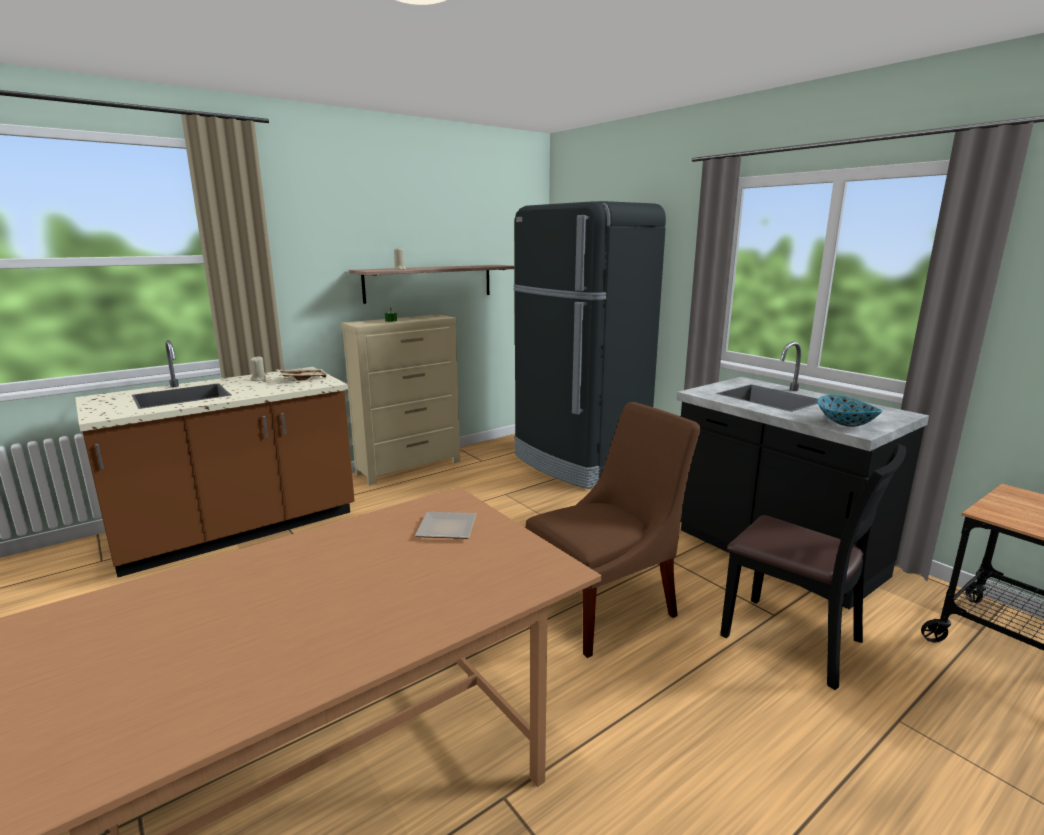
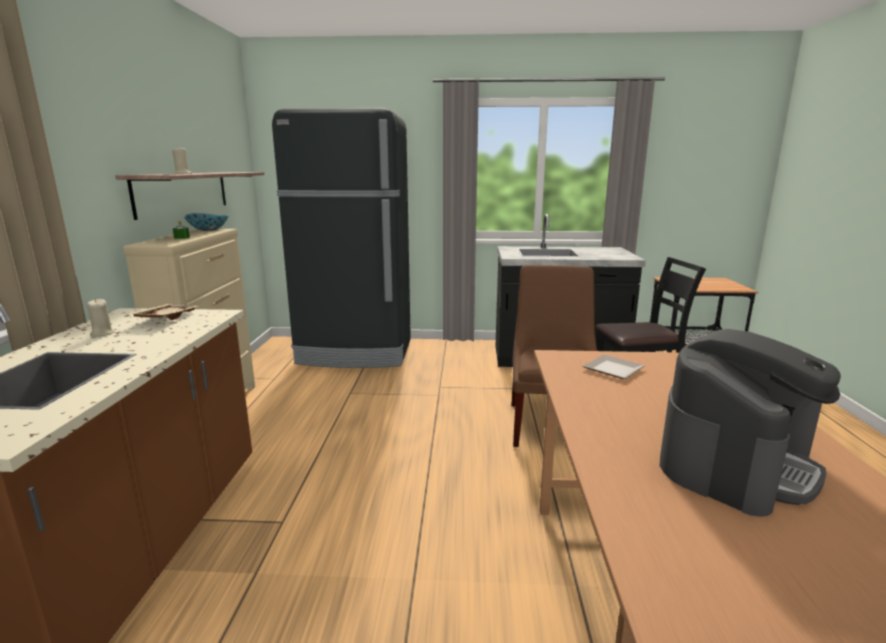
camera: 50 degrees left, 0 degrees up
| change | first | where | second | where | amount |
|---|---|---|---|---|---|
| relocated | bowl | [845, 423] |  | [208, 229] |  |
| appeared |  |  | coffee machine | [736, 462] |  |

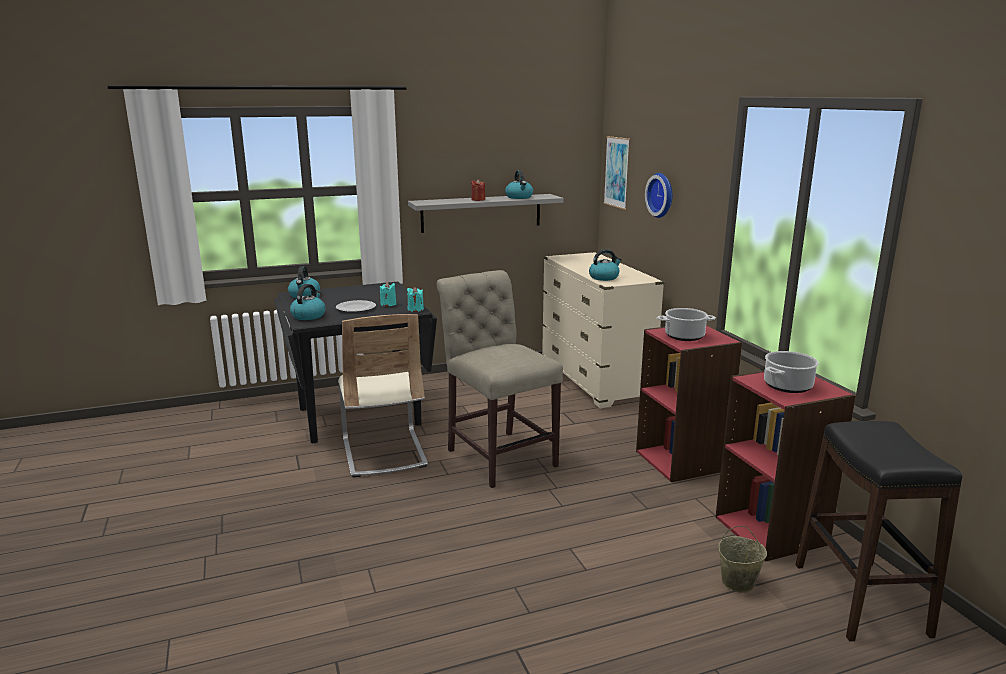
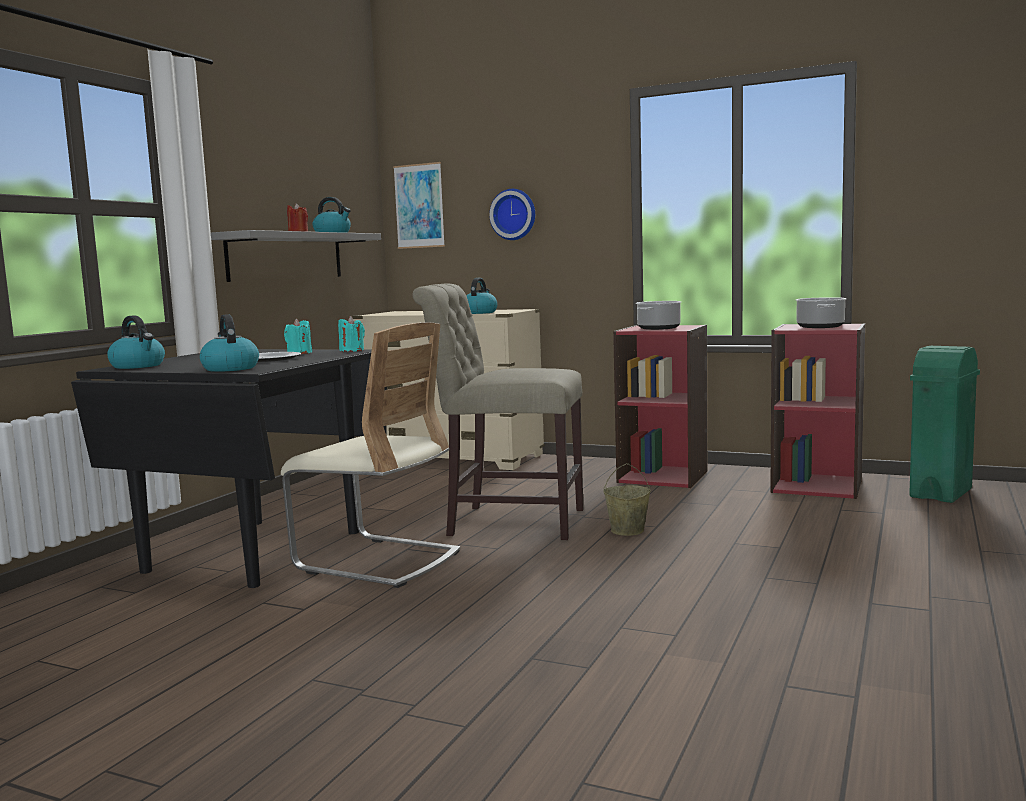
camera: 45 degrees left, 10 degrees down
| change | first | where | second | where | amount |
|---|---|---|---|---|---|
| exchanged | black-coloured stool | [859, 598] | greenish waste bin | [940, 493] |  |
| relocated | sand-coloured bucket | [737, 582] |  | [627, 531] |  |

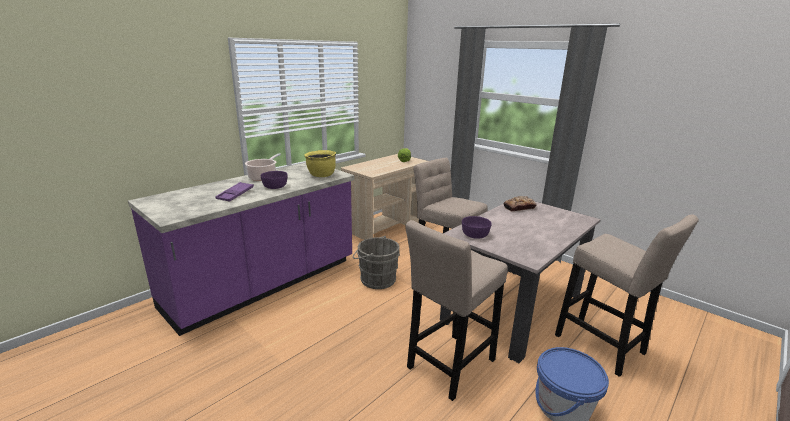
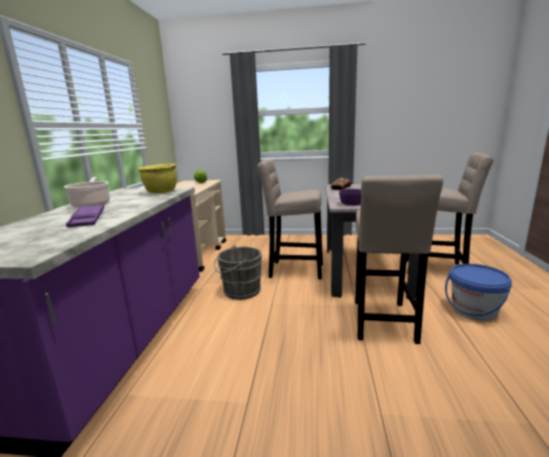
camera: 35 degrees left, 5 degrees down
| change | first | where | second | where | amount |
|---|---|---|---|---|---|
| missing | purple bowl | [275, 186] |  |  |  |

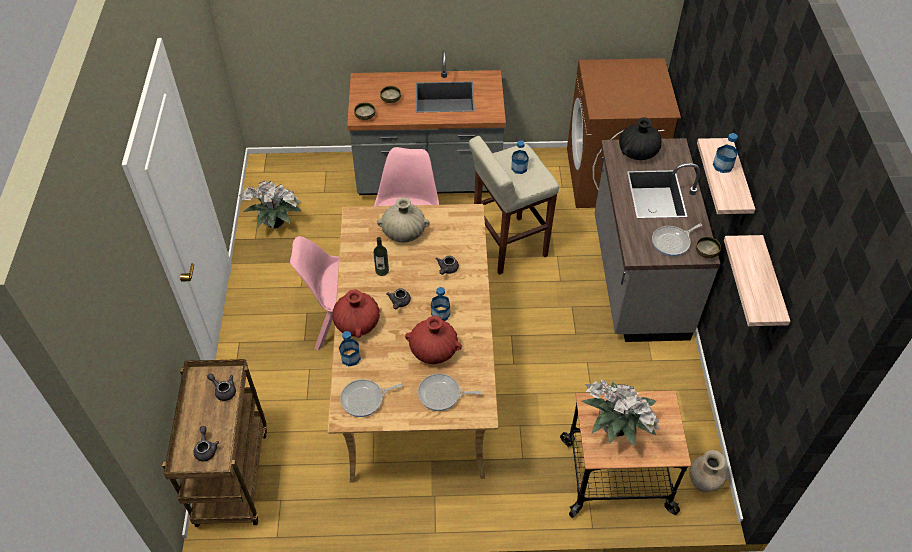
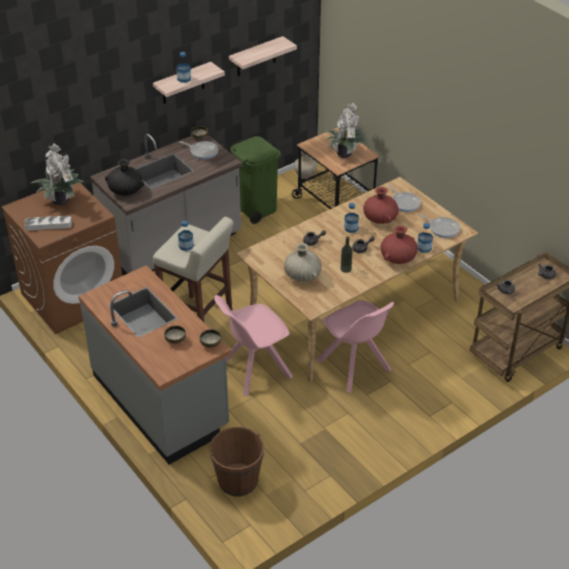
camera: 125 degrees left, 10 degrees down
| change | first | where | second | where | amount |
|---|---|---|---|---|---|
| relocated | plant in a pot | [277, 224] |  | [60, 200] |  |
| appeared |  |  | greenish waste bin | [255, 208] |  |
| appeared |  |  | gray tray | [48, 225] |  |
| appeared |  |  | brown-coloured bucket | [238, 481] |  |

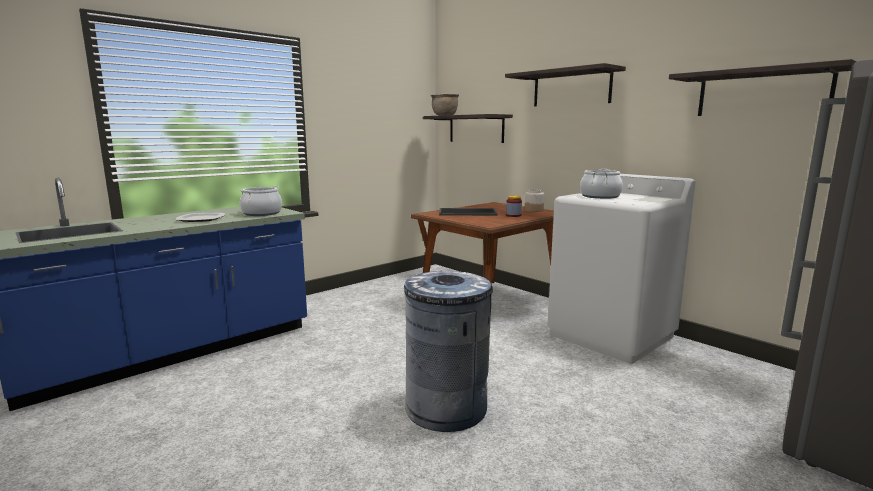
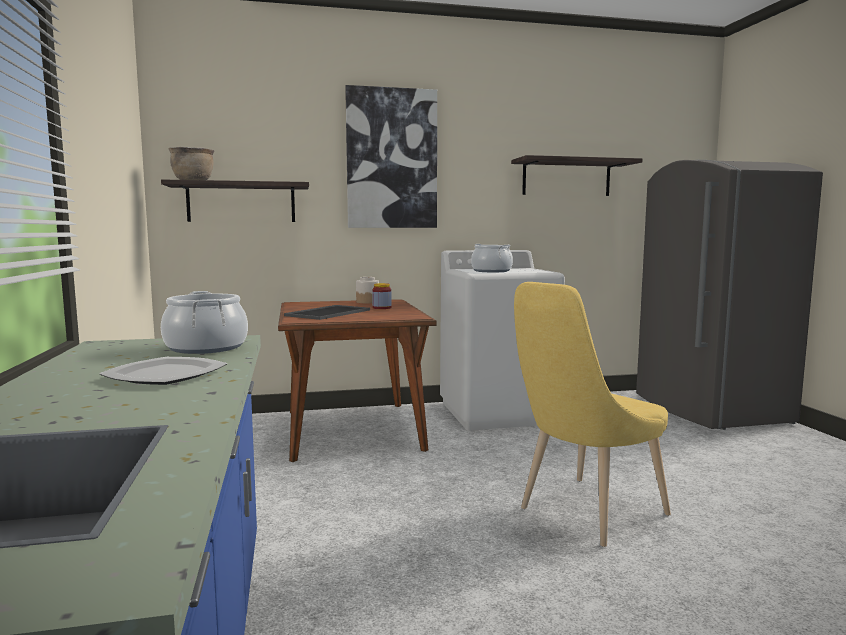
camera: 60 degrees left, 5 degrees down
| change | first | where | second | where | amount |
|---|---|---|---|---|---|
| exchanged | bracket shelf | [571, 88] | wall art | [391, 159] |  |
| exchanged | gray waste bin | [446, 408] | yellow-coloured chair | [585, 514] |  |

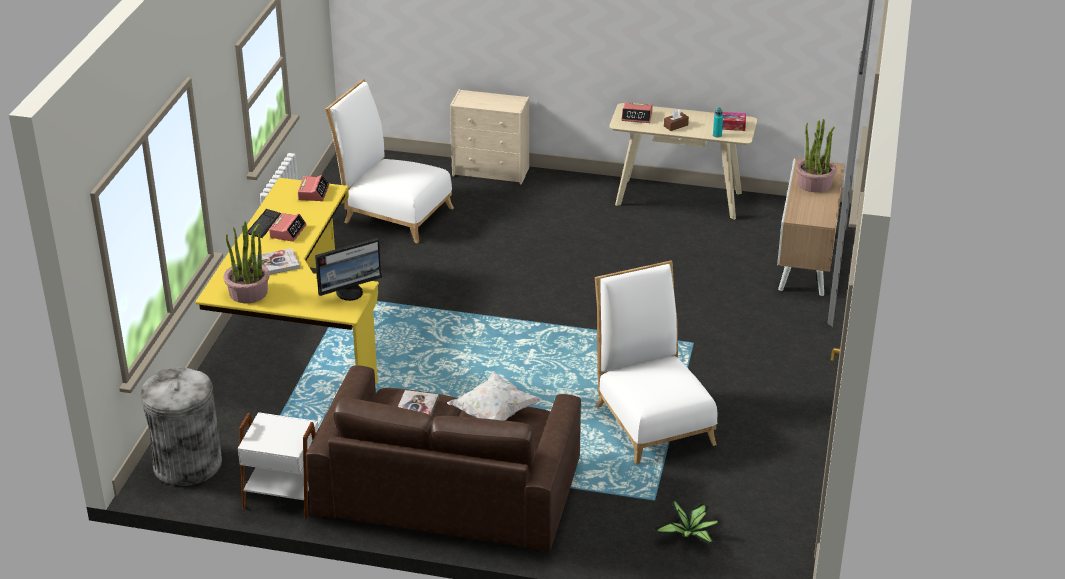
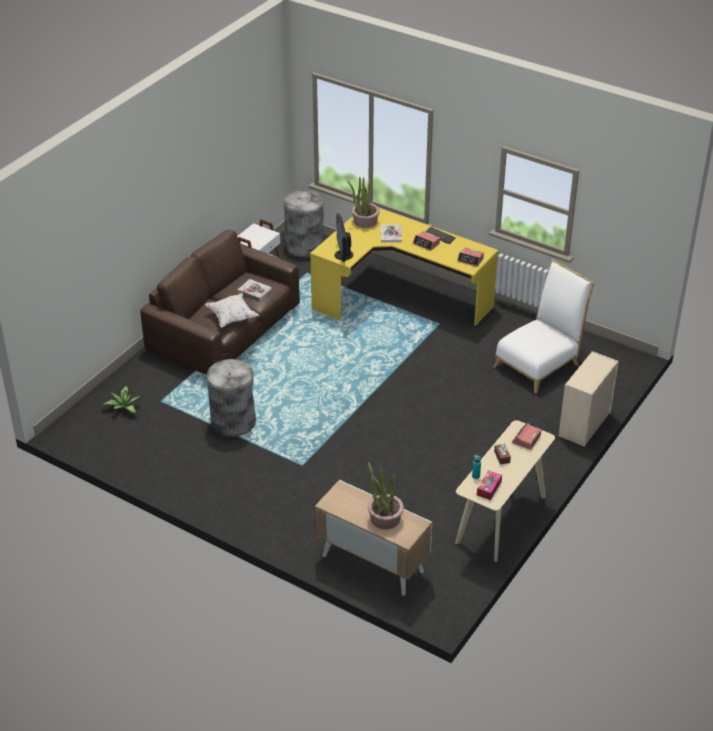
camera: 110 degrees right, 5 degrees up
| change | first | where | second | where | amount |
|---|---|---|---|---|---|
| exchanged | white-coloured chair | [651, 419] | gray waste bin | [233, 421] |  |

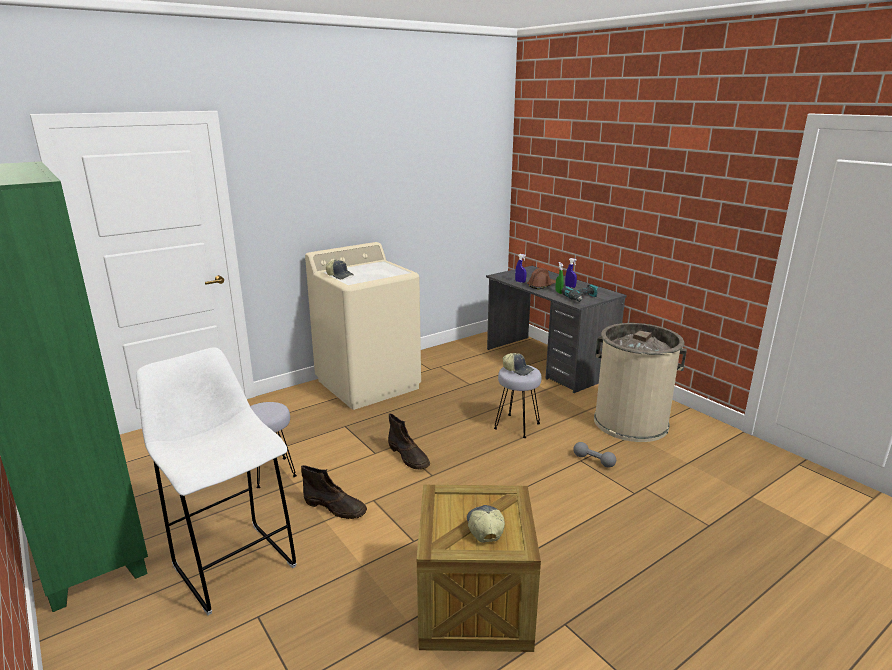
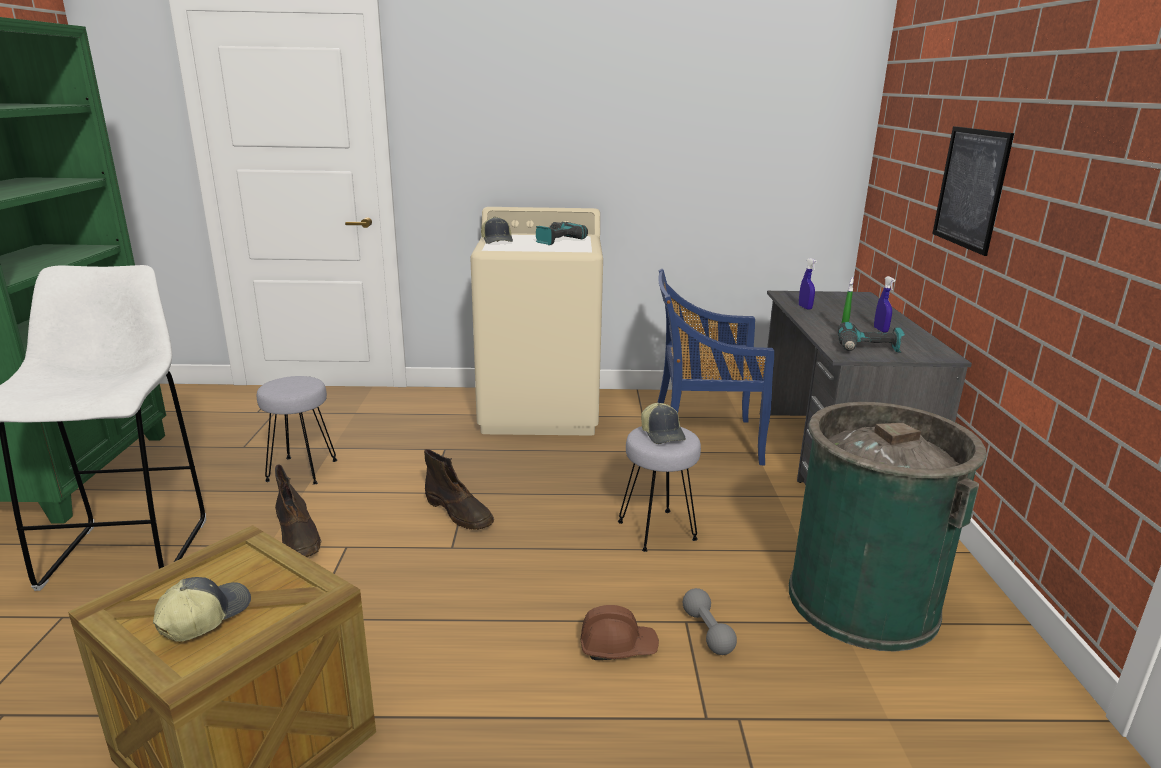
camera: 35 degrees right, 0 degrees up
| change | first | where | second | where | amount |
|---|---|---|---|---|---|
| relocated | brown-coloured hard hat | [541, 286] |  | [617, 646] |  |
| colour | sand-coloured waste bin | [630, 422] | greenish waste bin | [862, 600] |  |
| spun | brown-coloured tall boot | [409, 457] |  | [459, 513] | 45 degrees counterclockwise |
| appeared |  |  | wall art | [970, 188] |  |
| appeared |  |  | power drill | [556, 240] |  |
| appeared |  |  | blue chair | [702, 439] |  |

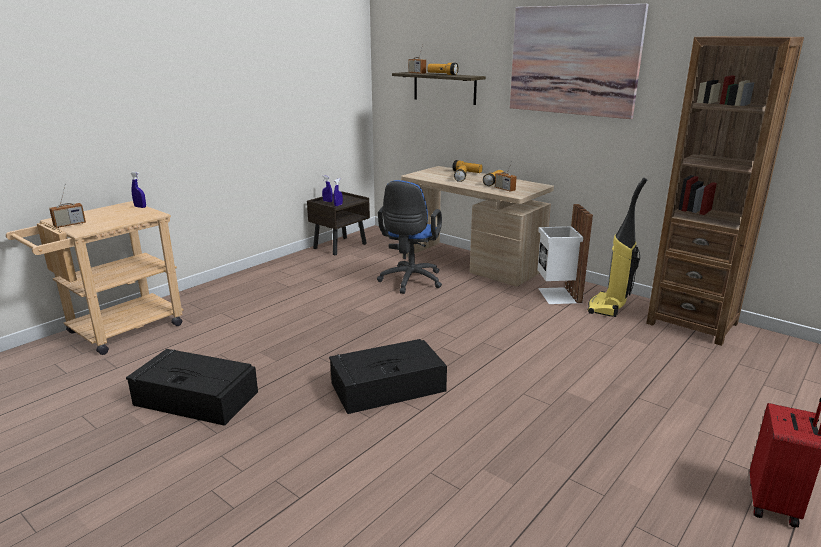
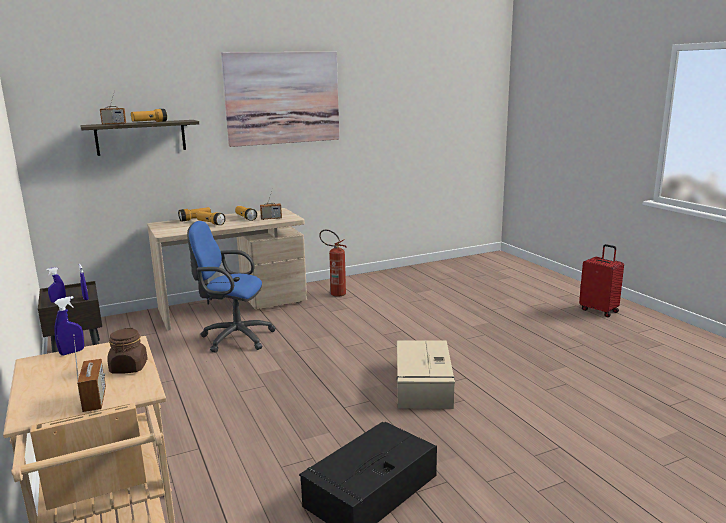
camera: 65 degrees left, 5 degrees down
| change | first | where | second | where | amount |
|---|---|---|---|---|---|
| missing | brown-coloured bookcase | [692, 323] |  |  |  |
| missing | vacuum cleaner | [608, 307] |  |  |  |
| spun | blue computer chair | [410, 282] |  | [233, 338] | 150 degrees clockwise |
| exchanged | white-coloured waste bin | [557, 295] | fire extinguisher | [334, 293] |  |
| colour | black-coloured storage box | [386, 387] | sand-coloured storage box | [423, 385] |  |
| appeared |  |  | brown-coloured preserve jar | [129, 368] |  |

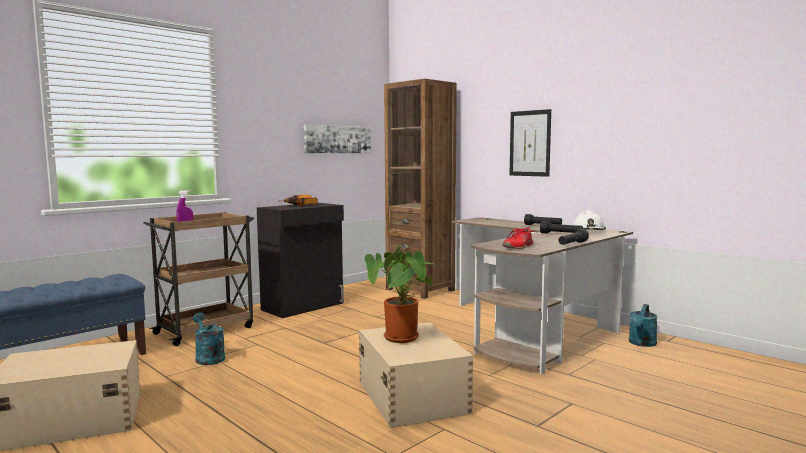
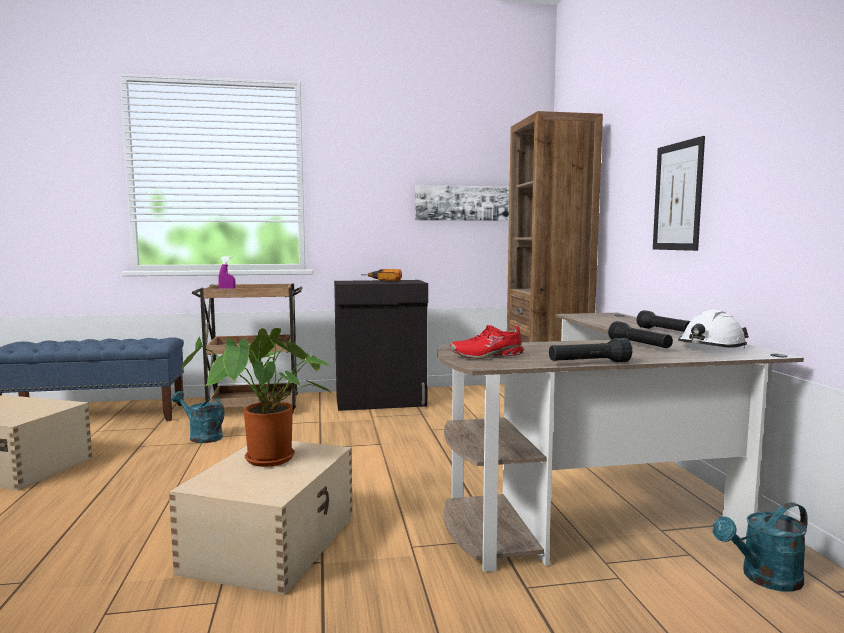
camera: 35 degrees right, 0 degrees up
| change | first | where | second | where | amount |
|---|---|---|---|---|---|
| spun | turquoise sprinkling can | [208, 357] |  | [201, 436] | 60 degrees counterclockwise |

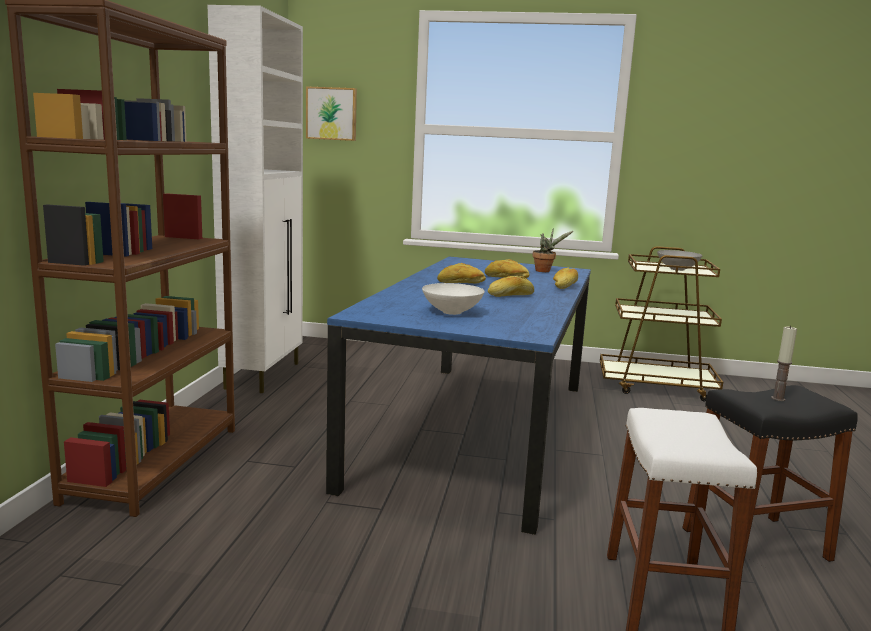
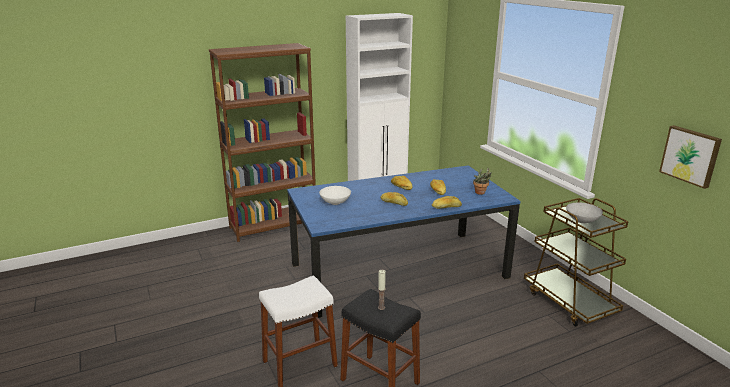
camera: 55 degrees right, 10 degrees up
| change | first | where | second | where | amount |
|---|---|---|---|---|---|
| relocated | wall art | [332, 114] |  | [690, 155] |  |

